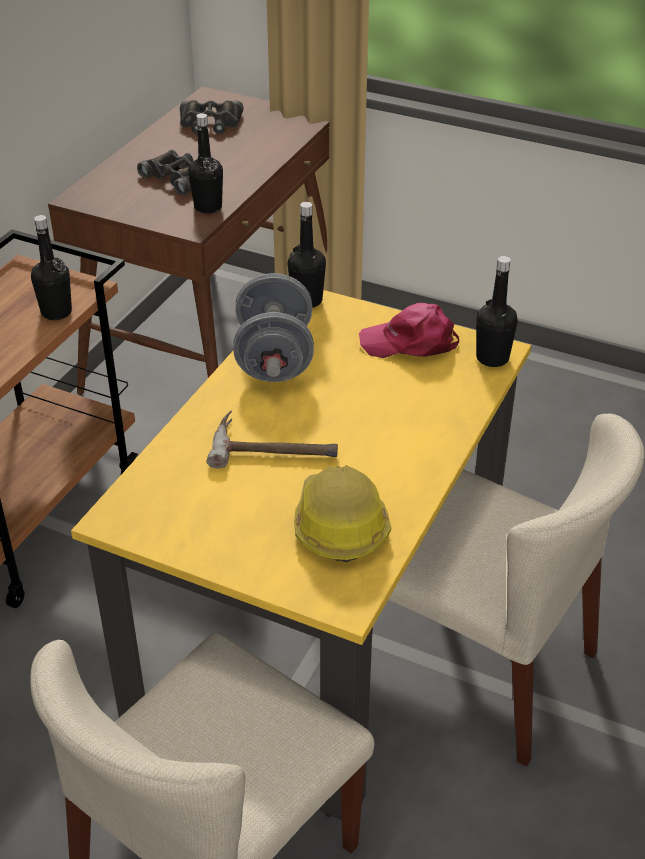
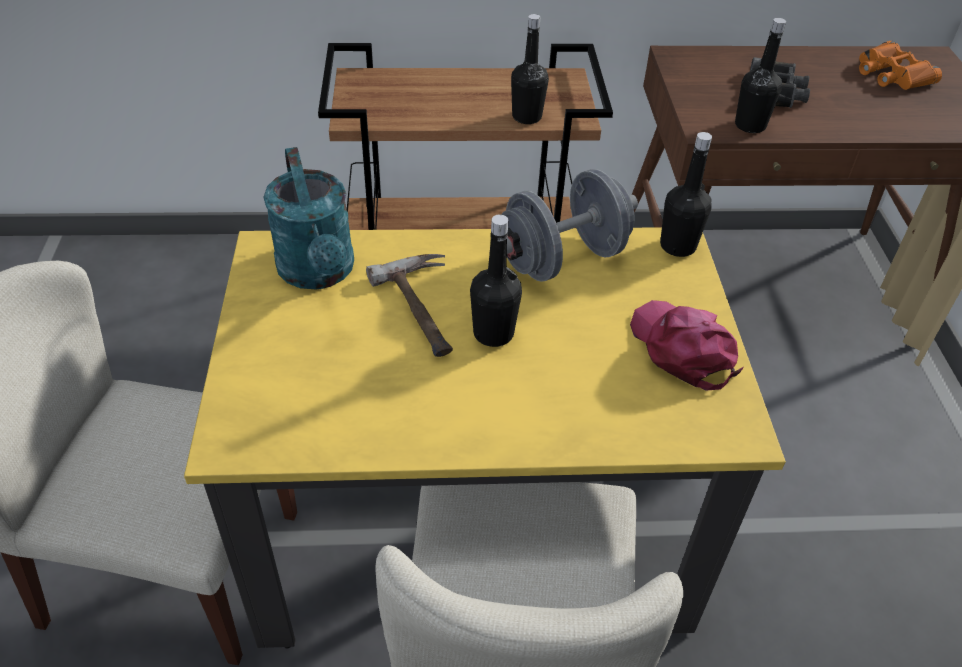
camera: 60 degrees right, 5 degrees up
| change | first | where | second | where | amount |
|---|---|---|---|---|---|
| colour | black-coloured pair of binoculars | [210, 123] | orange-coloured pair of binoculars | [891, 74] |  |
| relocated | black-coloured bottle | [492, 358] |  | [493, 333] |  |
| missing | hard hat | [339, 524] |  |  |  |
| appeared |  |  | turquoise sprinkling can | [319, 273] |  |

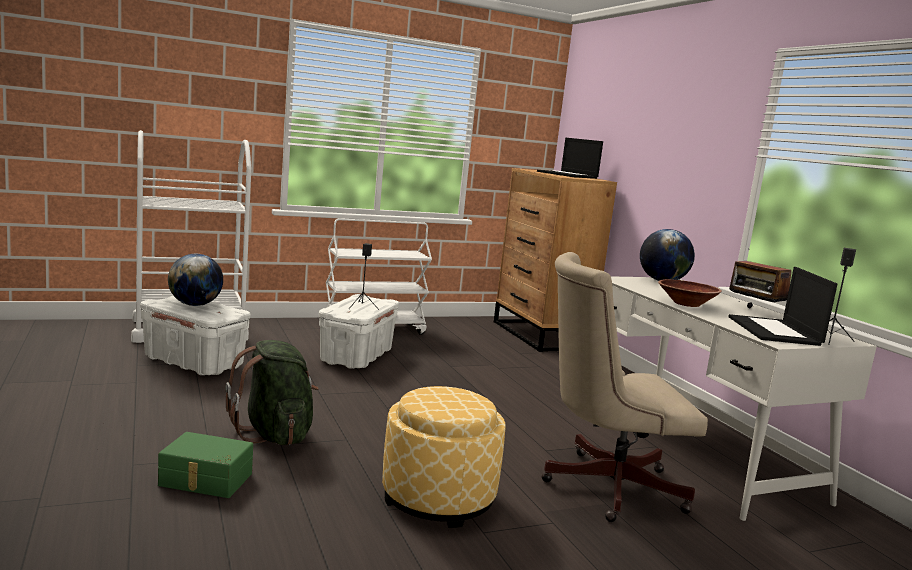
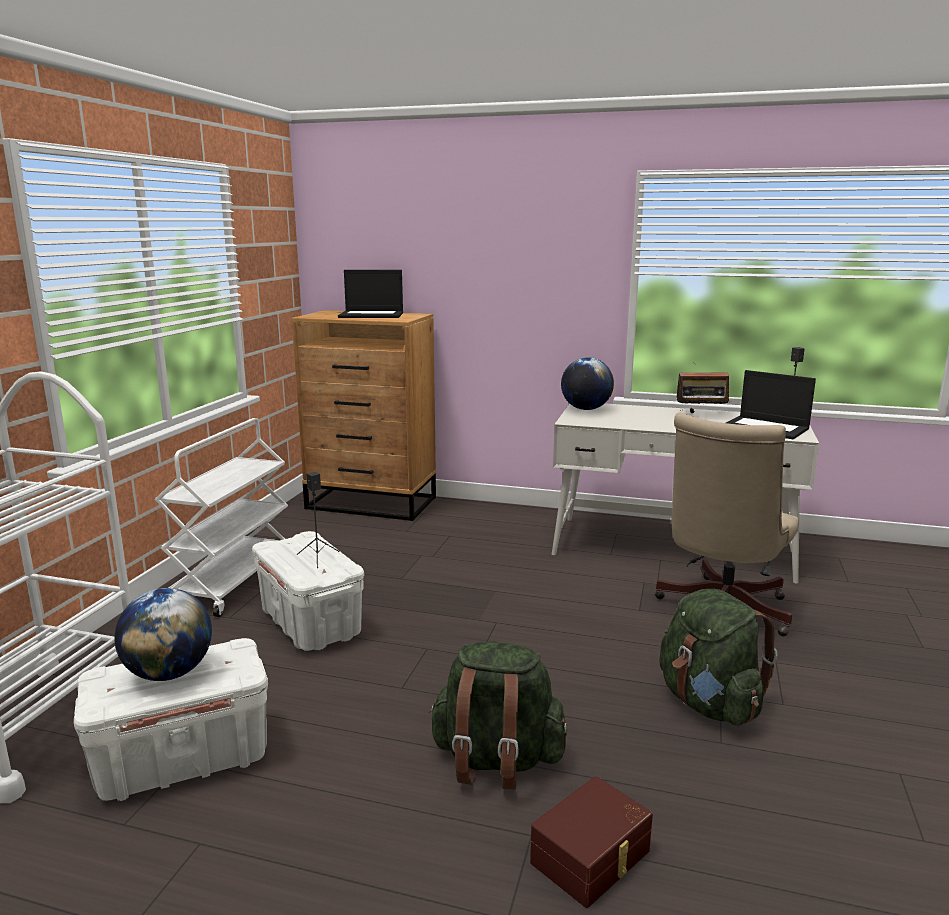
camera: 50 degrees left, 5 degrees up
| change | first | where | second | where | amount |
|---|---|---|---|---|---|
| missing | brown-coloured bowl | [686, 304] |  |  |  |
| exchanged | footrest | [438, 498] | greenish rucksack | [709, 703] |  |
| colour | greenish storage box | [205, 480] | brown-coloured storage box | [593, 858] |  |

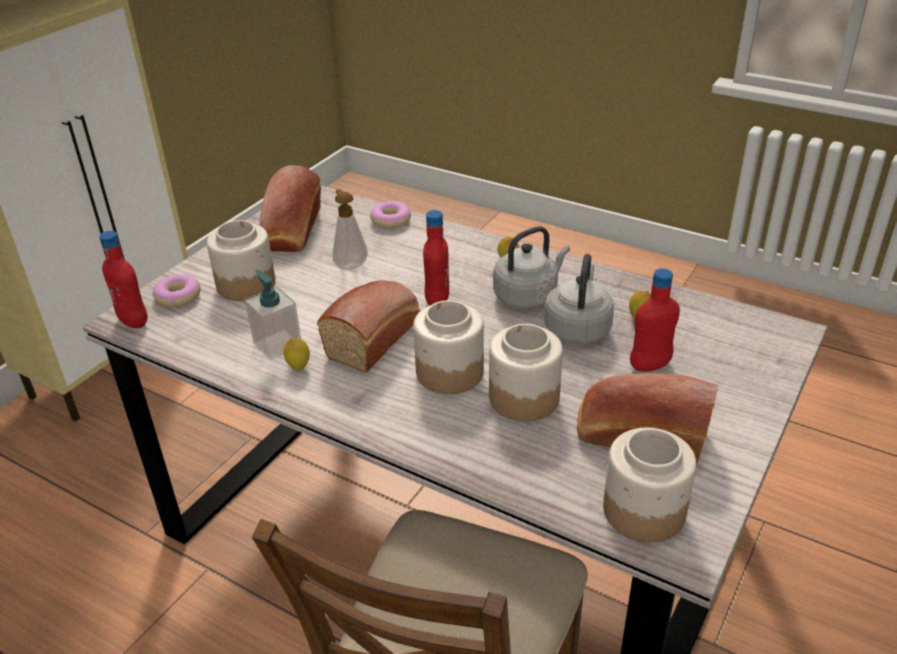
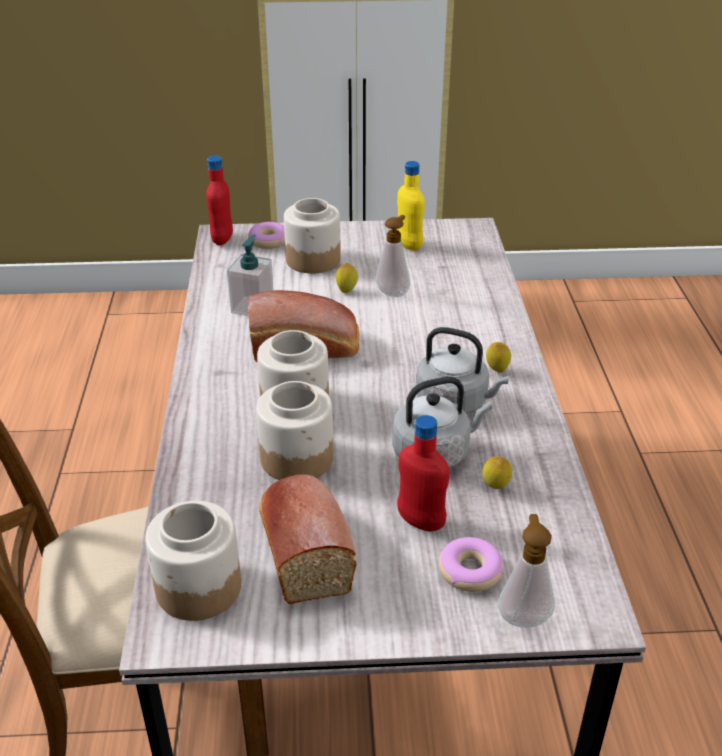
camera: 55 degrees right, 0 degrees up
| change | first | where | second | where | amount |
|---|---|---|---|---|---|
| exchanged | bread | [291, 231] | yellow-coloured bottle | [409, 245] |  |
| relocated | donut | [391, 220] |  | [470, 571] |  |
| missing | red-coloured bottle | [437, 300] |  |  |  |
| relocated | lemon | [298, 367] |  | [346, 291] |  |
| appeared |  |  | liquid soap bottle | [523, 616] |  |

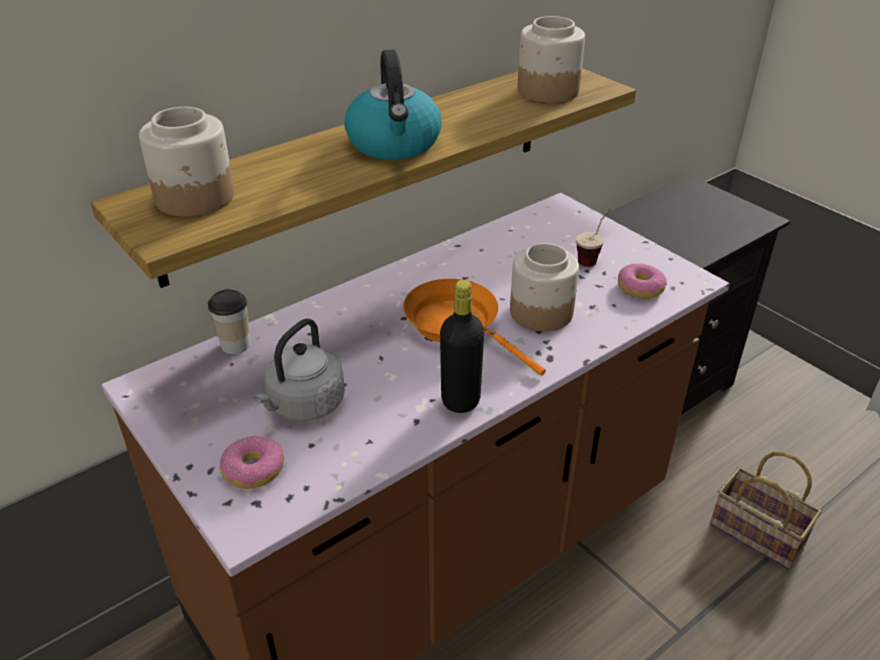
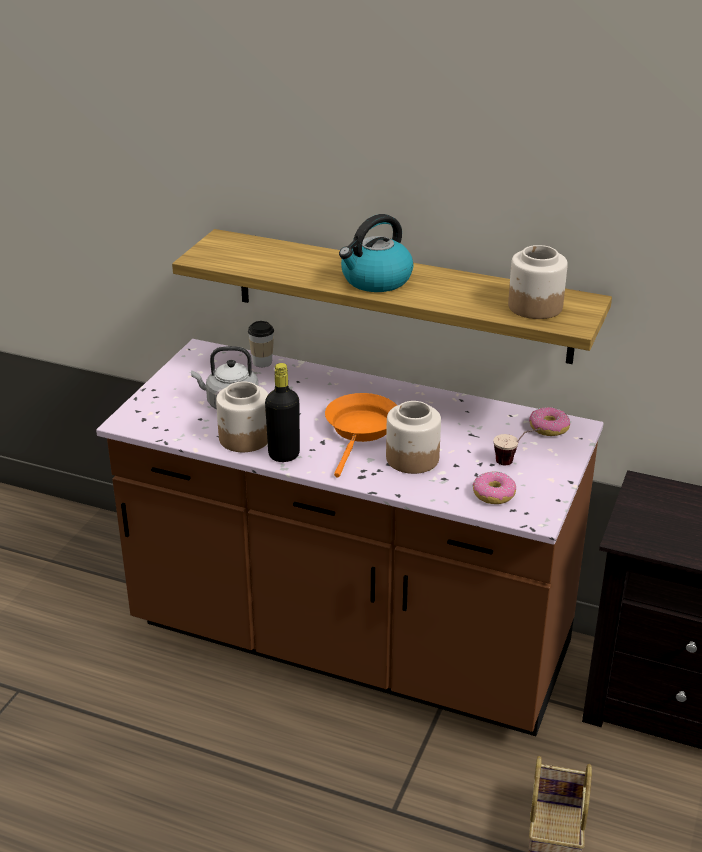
camera: 60 degrees right, 5 degrees down
| change | first | where | second | where | amount |
|---|---|---|---|---|---|
| relocated | preserve jar | [195, 198] |  | [244, 438] |  |
| relocated | donut | [253, 470] |  | [548, 428] |  |

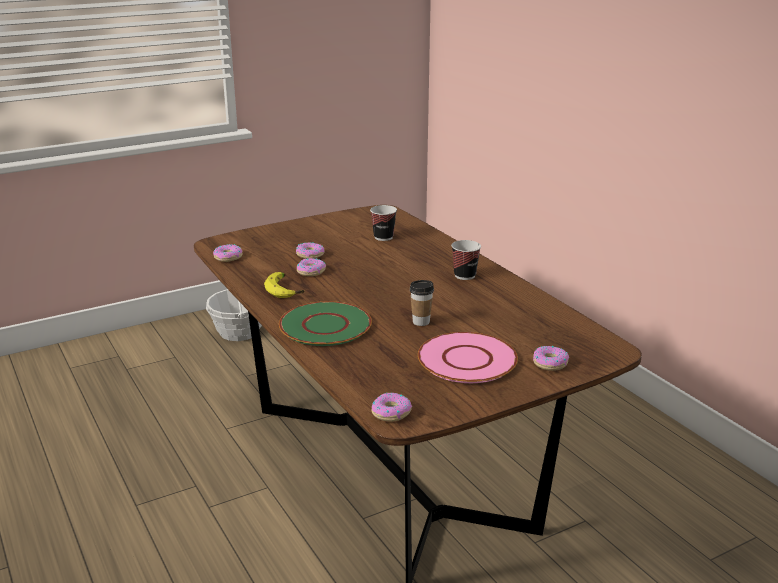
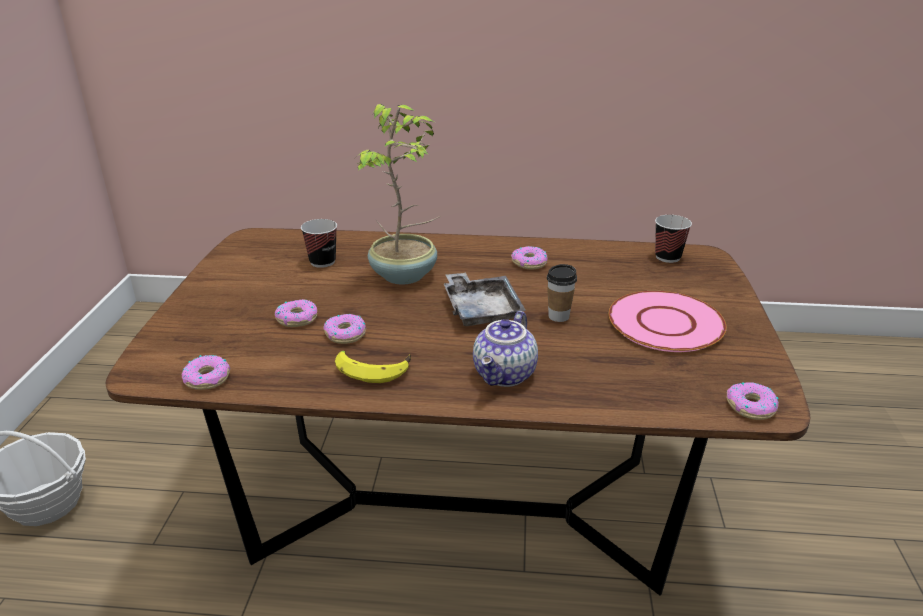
camera: 55 degrees left, 5 degrees up
| change | first | where | second | where | amount |
|---|---|---|---|---|---|
| relocated | small cup | [465, 275] |  | [667, 257] |  |
| exchanged | greenish flat dish | [326, 326] | pot for tea | [505, 375] |  |
| relocated | donut | [549, 363] |  | [529, 263] |  |
| appeared |  |  | plant in a pot | [405, 275] |  |
| appeared |  |  | gray tray | [481, 309] |  |

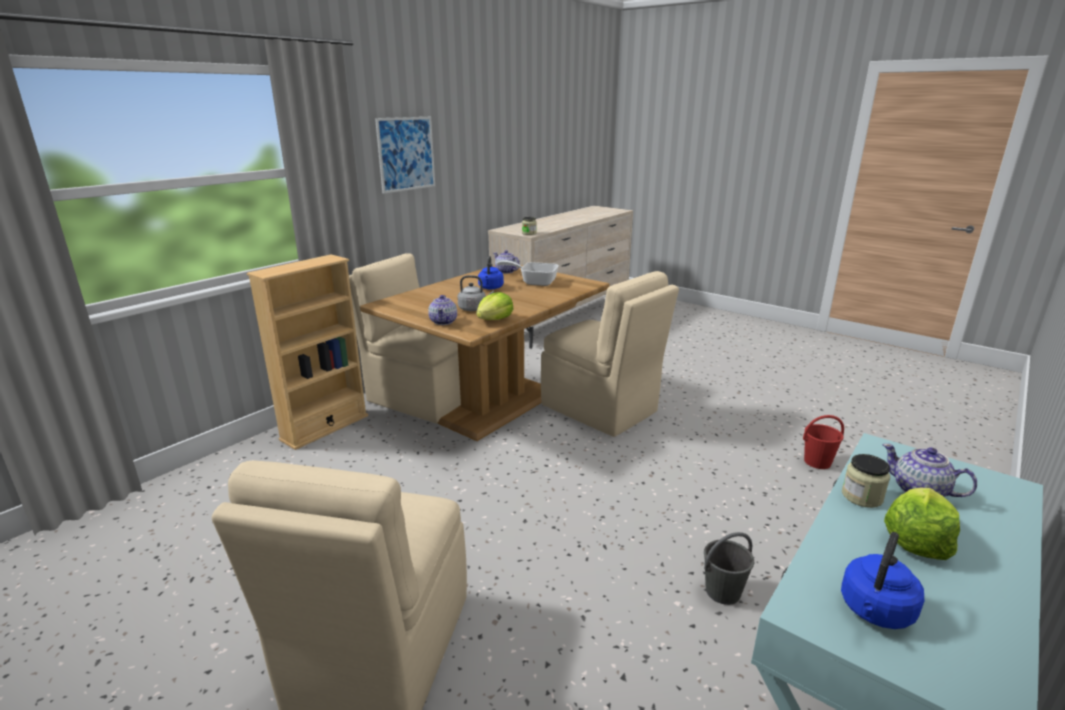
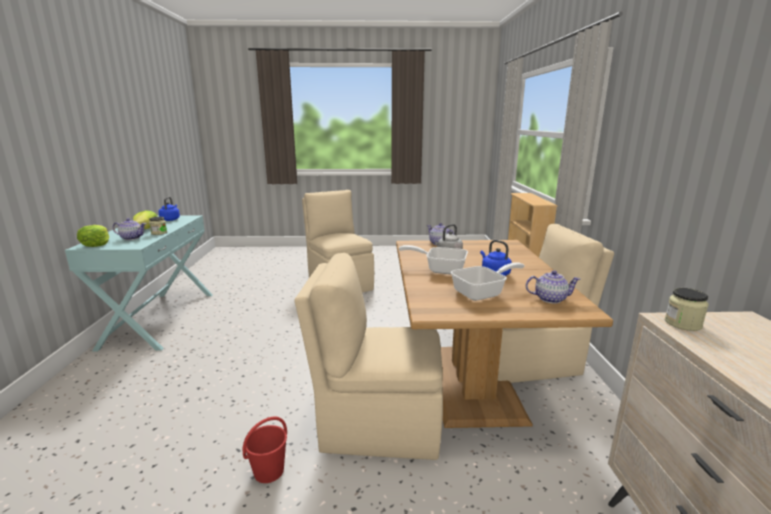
camera: 140 degrees right, 5 degrees down
| change | first | where | second | where | amount |
|---|---|---|---|---|---|
| missing | wall art | [406, 154] |  |  |  |
| relocated | lettuce | [495, 320] |  | [96, 244] |  |
| relocated | red-coloured bucket | [817, 462] |  | [268, 471] |  |
| missing | gray bucket | [722, 592] |  |  |  |
| appeared |  |  | frying pan | [440, 269] |  |

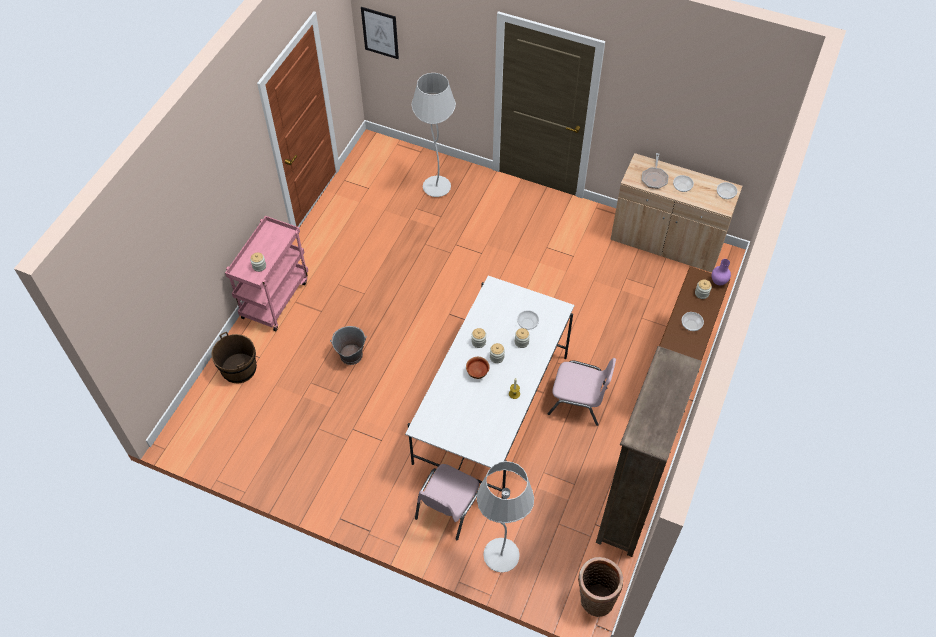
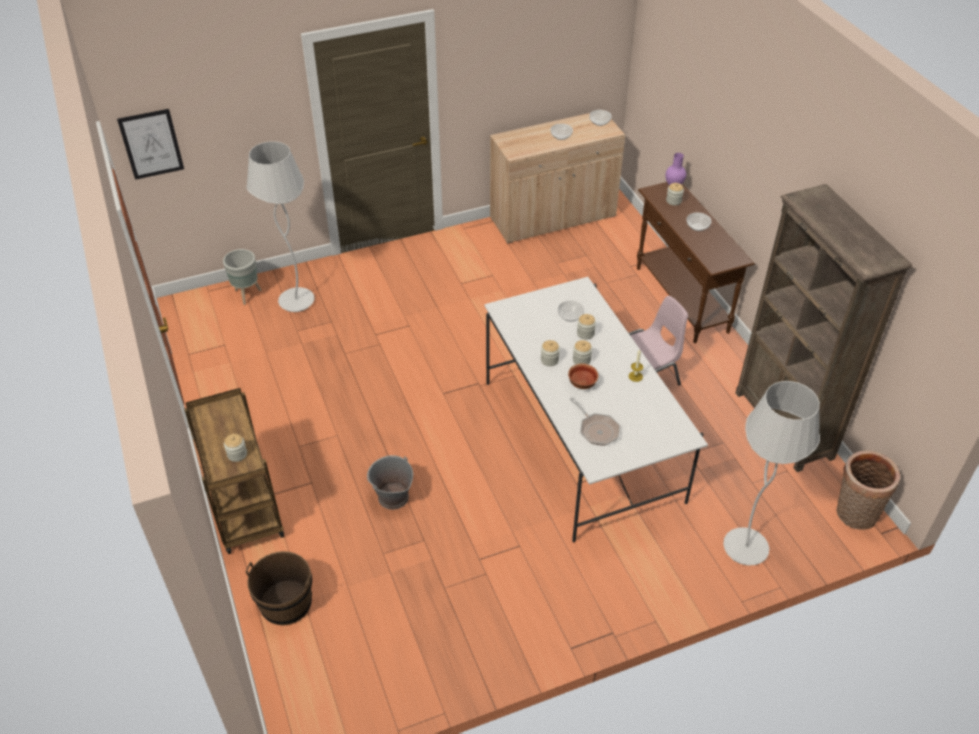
camera: 45 degrees left, 10 degrees down
| change | first | where | second | where | amount |
|---|---|---|---|---|---|
| relocated | frying pan | [654, 178] |  | [597, 430] |  |
| colour | pinkish trolley | [275, 298] | brown-coloured trolley | [243, 507] |  |
| missing | pinkish chair | [448, 508] |  |  |  |
| appeared |  |  | gray planter | [247, 294] |  |

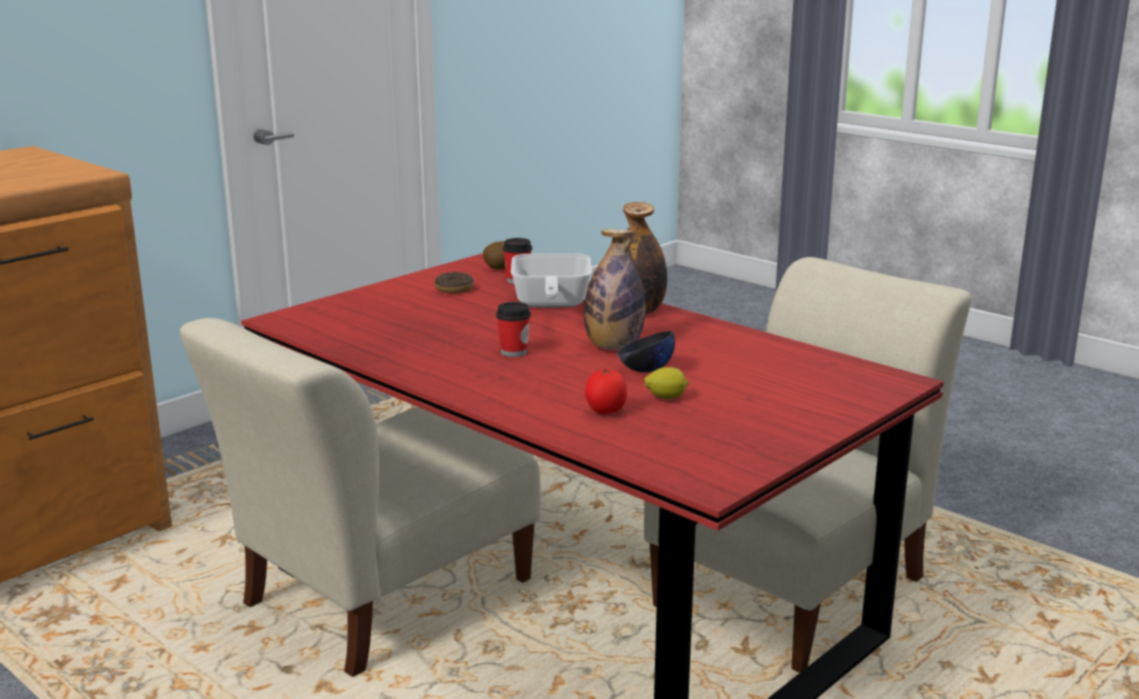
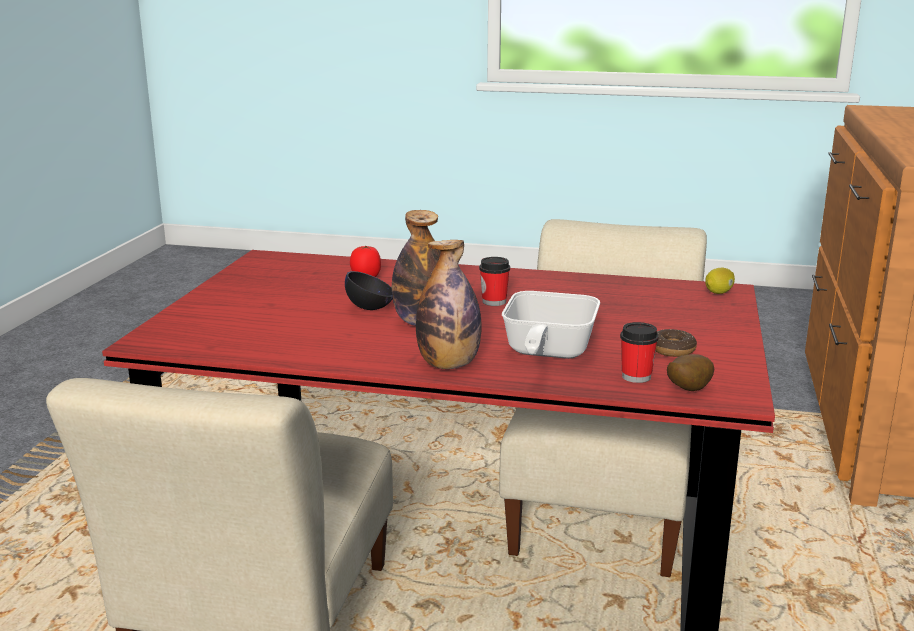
camera: 150 degrees right, 0 degrees up
| change | first | where | second | where | amount |
|---|---|---|---|---|---|
| spun | frying pan | [550, 304] |  | [546, 352] | 135 degrees counterclockwise |
| relocated | lemon | [666, 398] |  | [719, 292] |  |

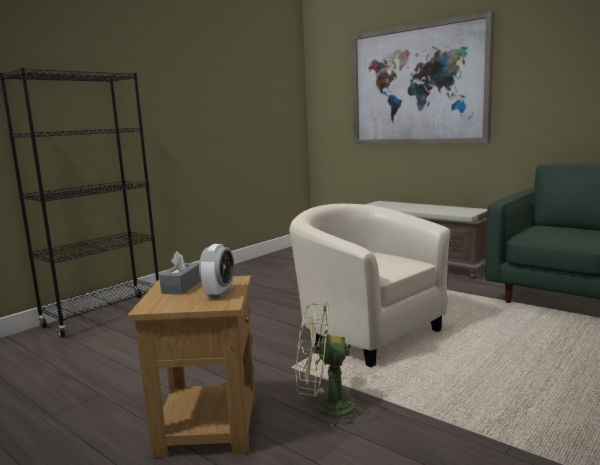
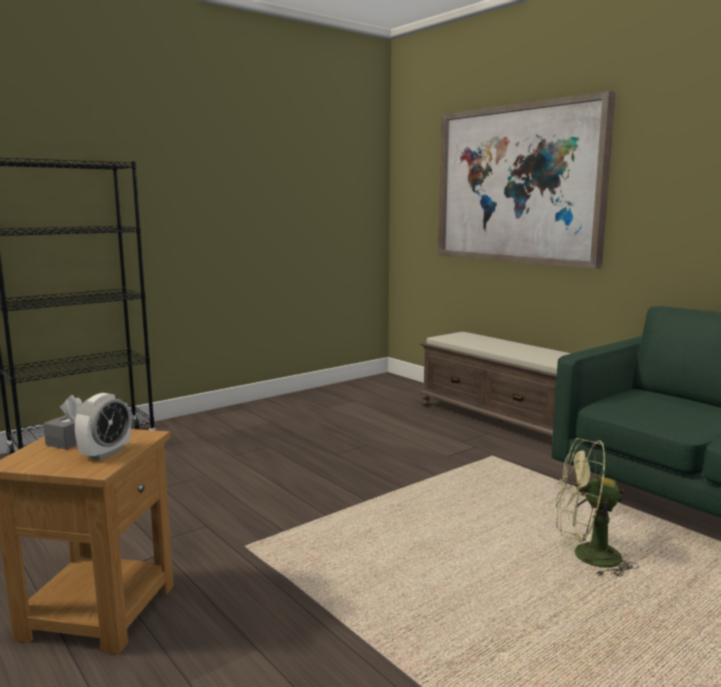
camera: 10 degrees right, 0 degrees up
| change | first | where | second | where | amount |
|---|---|---|---|---|---|
| missing | sand-coloured lounge chair | [366, 332] |  |  |  |
| relocated | greenish electric fan | [325, 408] |  | [586, 556] |  |

